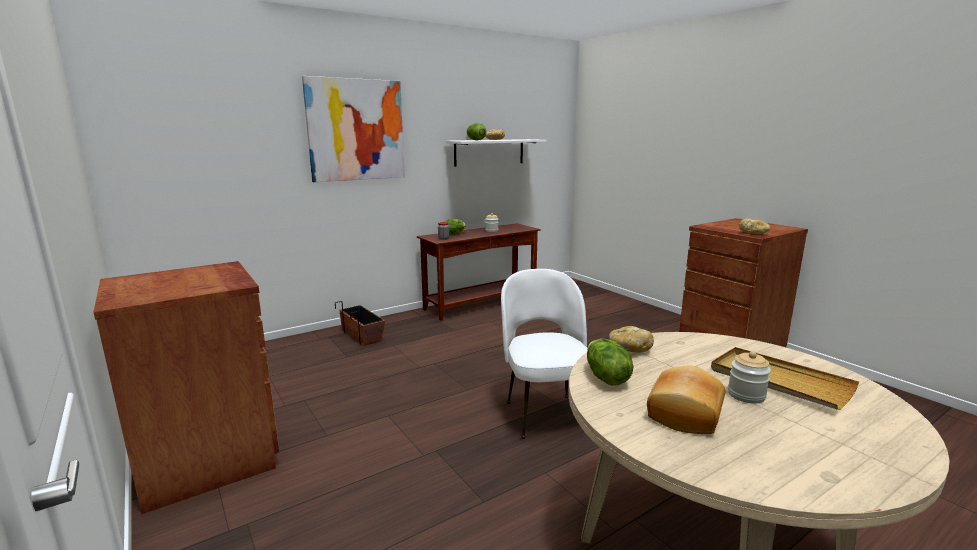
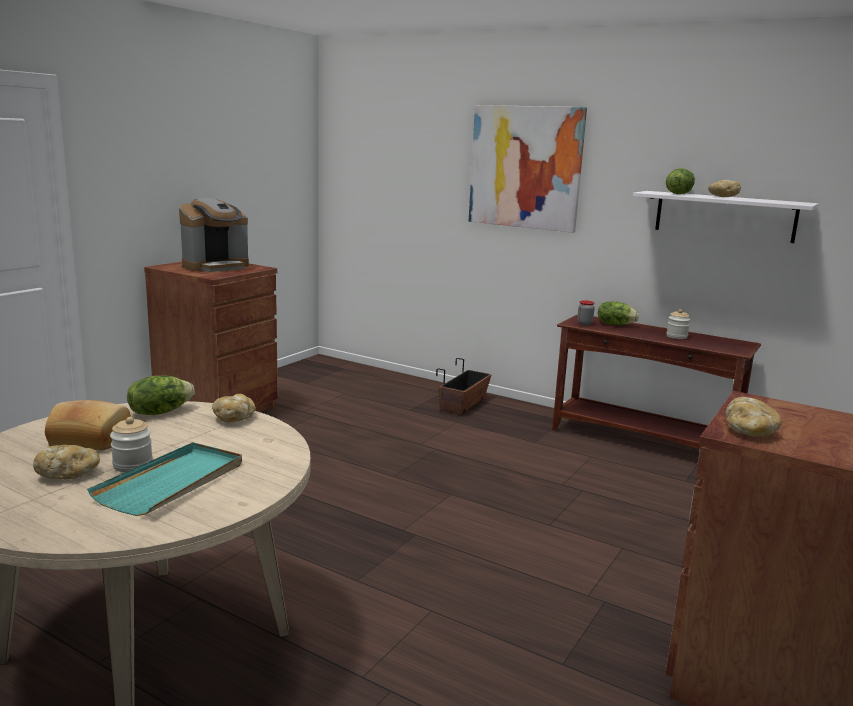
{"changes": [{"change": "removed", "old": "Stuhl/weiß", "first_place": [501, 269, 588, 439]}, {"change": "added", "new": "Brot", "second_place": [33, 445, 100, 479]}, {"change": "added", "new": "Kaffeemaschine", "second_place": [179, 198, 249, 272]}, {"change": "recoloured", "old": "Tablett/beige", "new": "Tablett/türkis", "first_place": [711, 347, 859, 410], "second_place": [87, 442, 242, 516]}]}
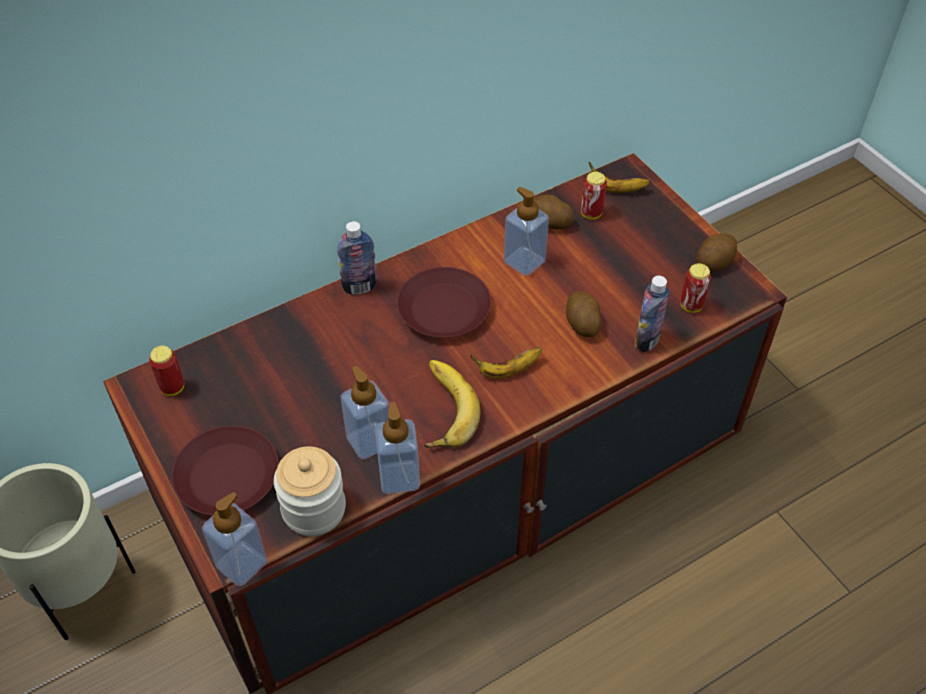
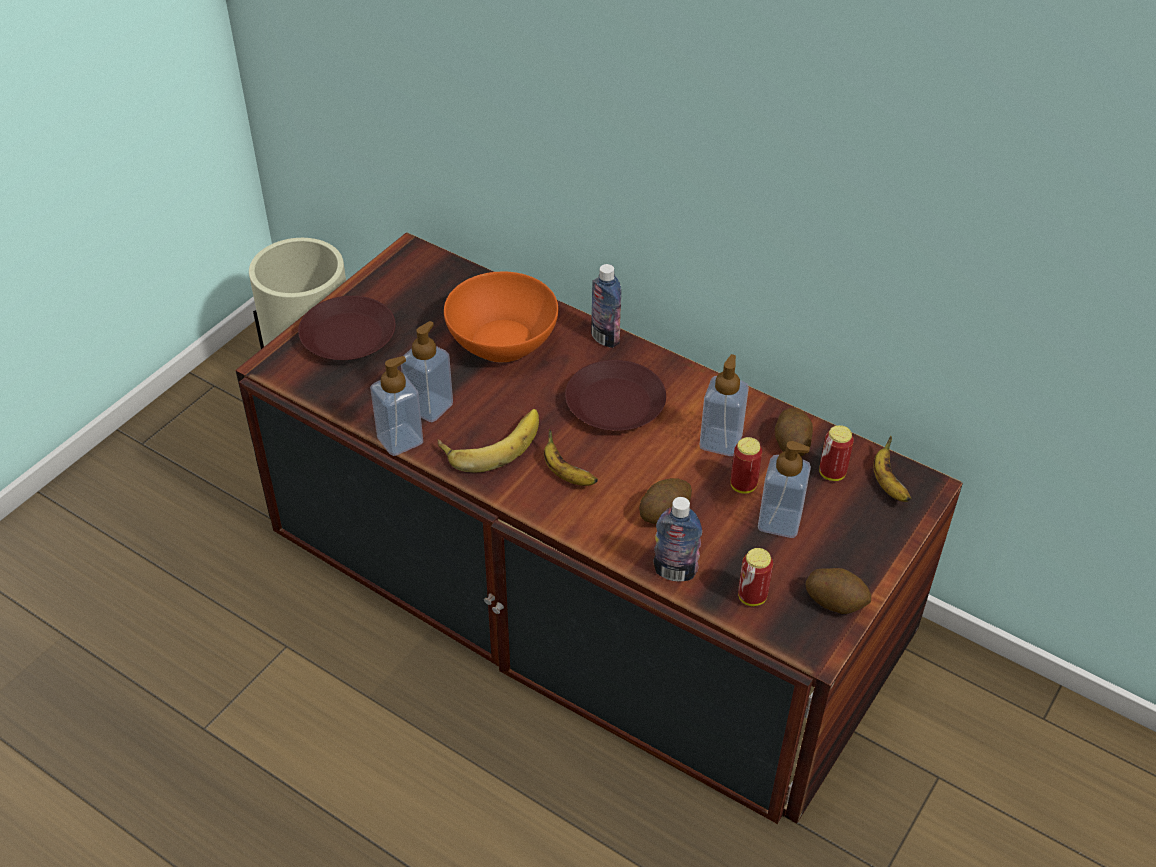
{"changes": [{"change": "removed", "old": "Vorratsglas", "first_place": [274, 446, 346, 536]}, {"change": "added", "new": "Schüssel/orange", "second_place": [444, 271, 559, 362]}, {"change": "moved", "old": "Dose", "first_place": [149, 346, 184, 396], "second_place": [731, 437, 762, 494]}, {"change": "moved", "old": "Seifenspender", "first_place": [202, 492, 268, 586], "second_place": [758, 441, 811, 538]}]}
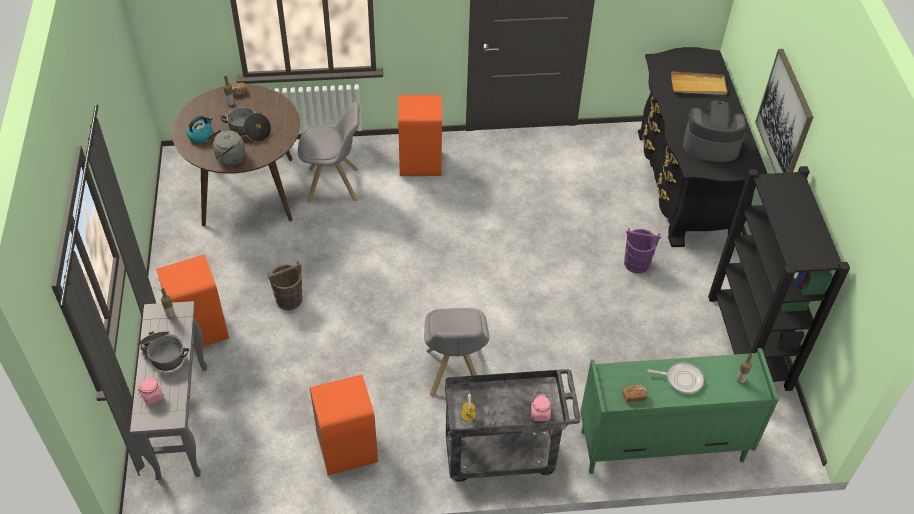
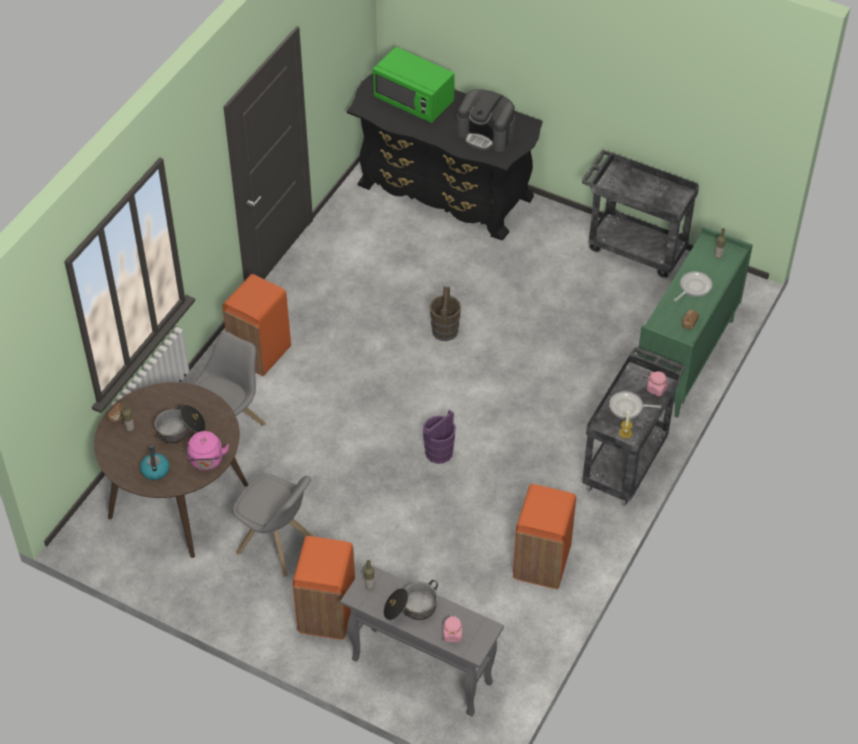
{"changes": [{"change": "removed", "old": "Bild", "first_place": [755, 49, 813, 173]}, {"change": "added", "new": "Pfanne", "second_place": [609, 391, 662, 419]}, {"change": "moved", "old": "Eimer/braun", "first_place": [267, 261, 302, 310], "second_place": [430, 286, 461, 341]}, {"change": "moved", "old": "Stuhl/grau", "first_place": [424, 308, 489, 397], "second_place": [233, 474, 315, 577]}, {"change": "moved", "old": "Eimer/lila", "first_place": [624, 228, 661, 273], "second_place": [423, 409, 456, 464]}, {"change": "replaced", "old": "Tablett/beige", "new": "Mikrowelle/grün", "first_place": [671, 72, 728, 95], "second_place": [373, 47, 455, 123]}, {"change": "replaced", "old": "Bücherregal/schwarz", "new": "Rollwagen/grau", "first_place": [708, 166, 850, 391], "second_place": [582, 150, 699, 278]}, {"change": "recoloured", "old": "Wasserkessel/grau", "new": "Wasserkessel/rosa", "first_place": [206, 130, 245, 165], "second_place": [187, 431, 229, 470]}, {"change": "turned", "old": "Kaffeemaschine", "first_place": [683, 101, 747, 162], "second_place": [457, 89, 515, 152], "degrees": -105}]}
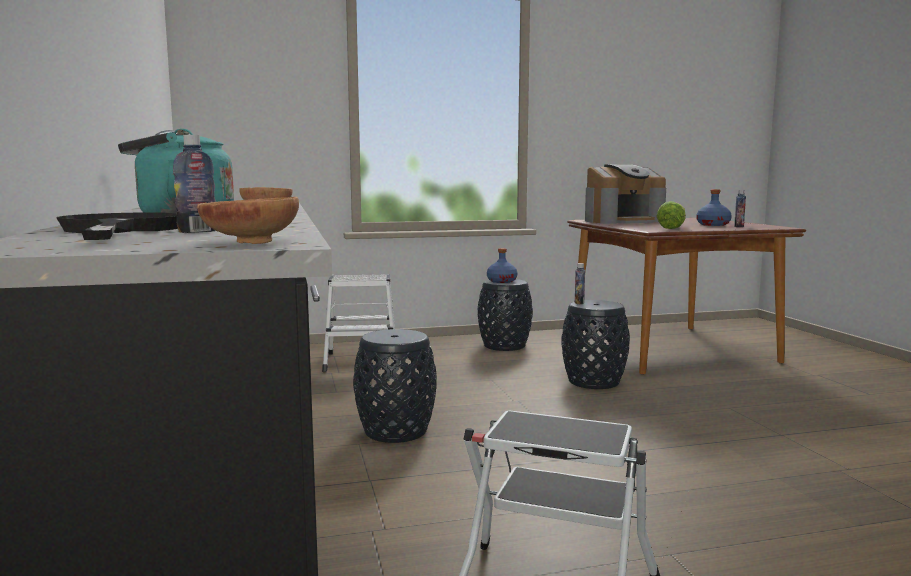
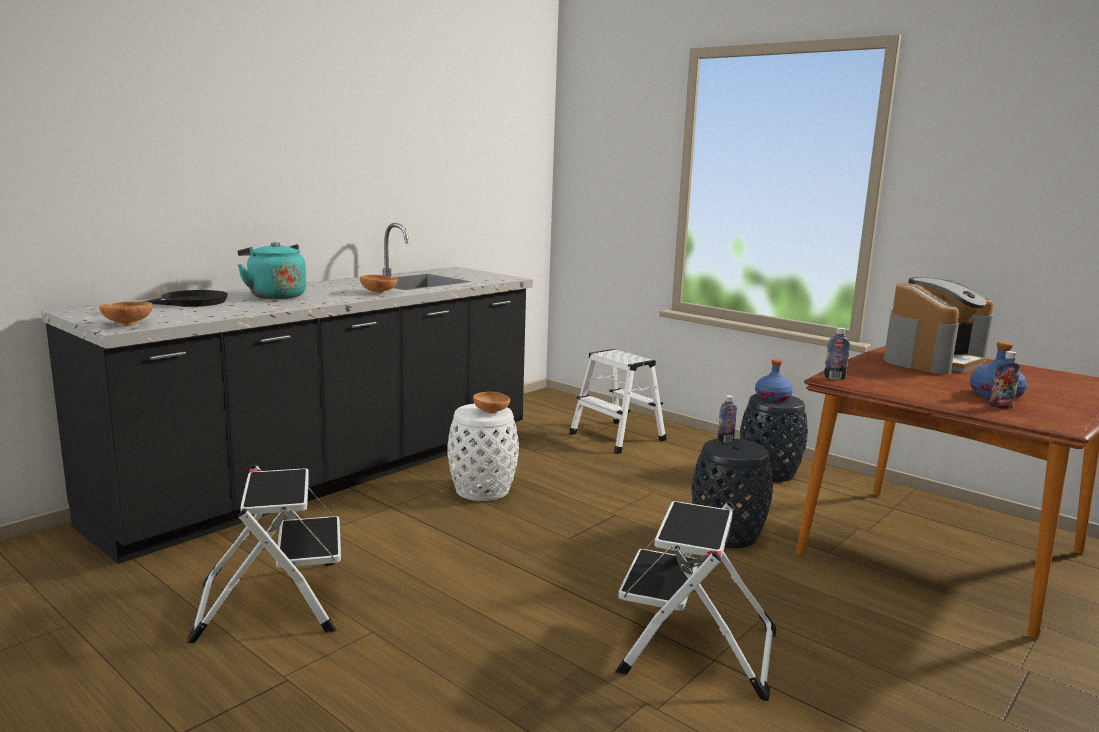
{"changes": [{"change": "removed", "old": "Salatkopf", "first_place": [657, 201, 686, 229]}, {"change": "added", "new": "Schüssel/braun", "second_place": [473, 392, 510, 413]}, {"change": "added", "new": "Trittleiter", "second_place": [615, 501, 776, 701]}, {"change": "moved", "old": "Flasche", "first_place": [173, 135, 216, 233], "second_place": [824, 327, 850, 380]}, {"change": "recoloured", "old": "Hocker/schwarz", "new": "Hocker/weiß", "first_place": [353, 329, 437, 443], "second_place": [447, 404, 519, 501]}, {"change": "turned", "old": "Kaffeemaschine", "first_place": [585, 165, 666, 224], "second_place": [884, 277, 994, 374], "degrees": -75}]}
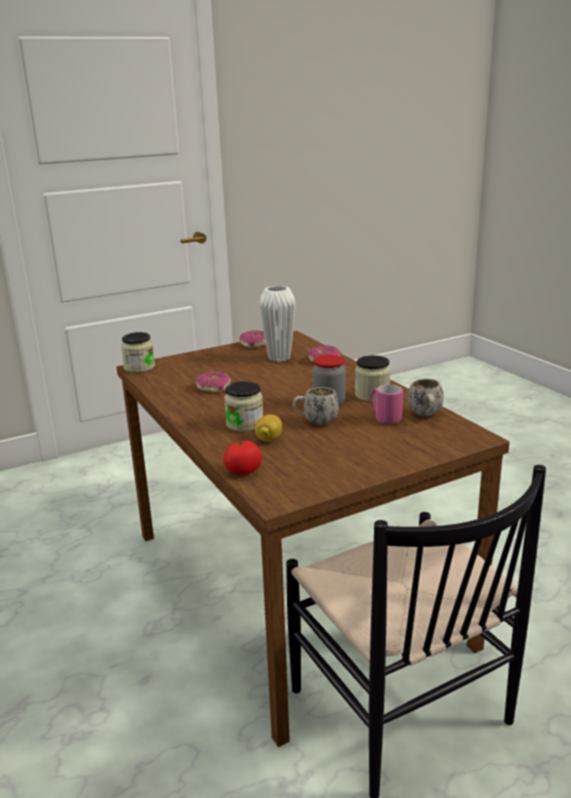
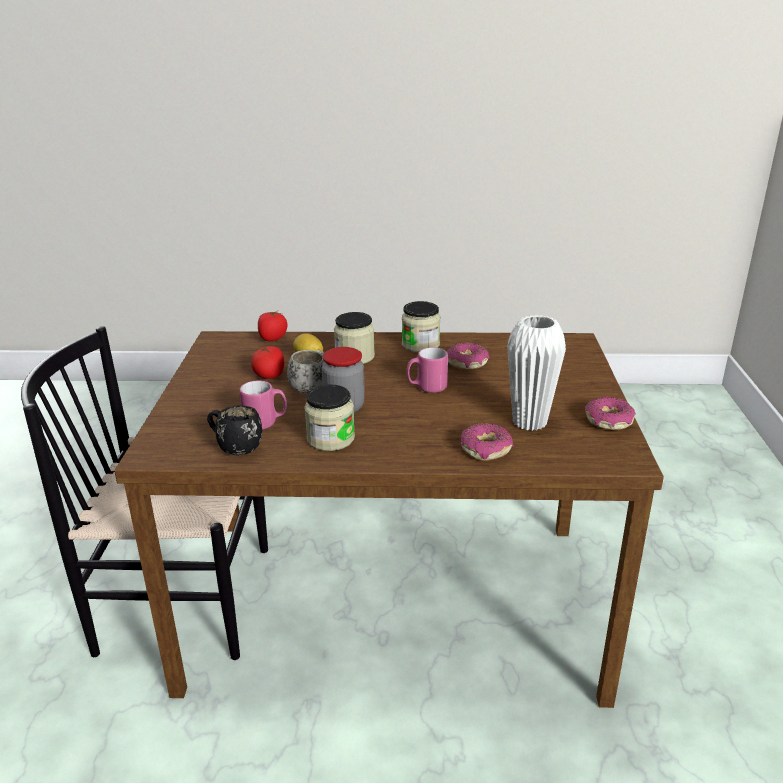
{"changes": [{"change": "added", "new": "Tomate", "second_place": [251, 346, 284, 379]}, {"change": "added", "new": "Henkelbecher/rosa", "second_place": [406, 347, 448, 393]}, {"change": "moved", "old": "Vorratsglas", "first_place": [121, 332, 155, 373], "second_place": [402, 301, 440, 353]}, {"change": "recoloured", "old": "Henkelbecher/weiß", "new": "Henkelbecher/schwarz", "first_place": [408, 379, 444, 416], "second_place": [207, 405, 262, 455]}]}
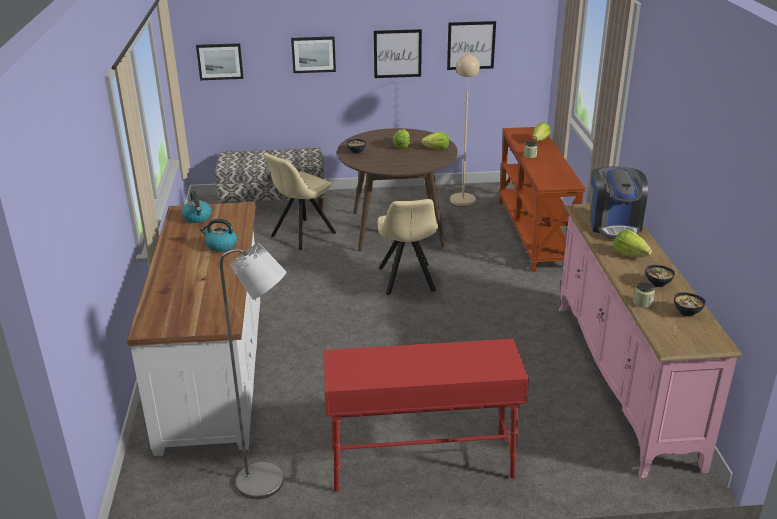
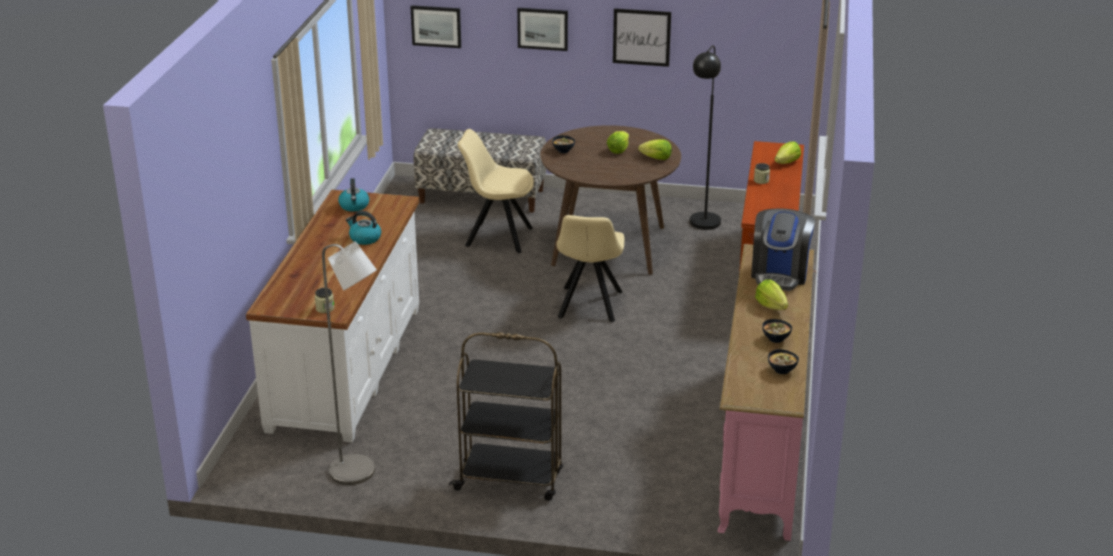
{"changes": [{"change": "removed", "old": "Bild", "first_place": [447, 21, 496, 70]}, {"change": "moved", "old": "Vorratsglas", "first_place": [633, 281, 655, 308], "second_place": [315, 288, 334, 313]}, {"change": "replaced", "old": "Konsolentisch/rot", "new": "Rollwagen/schwarz", "first_place": [323, 339, 529, 492], "second_place": [449, 332, 563, 501]}, {"change": "recoloured", "old": "Stehlampe/beige", "new": "Stehlampe/schwarz", "first_place": [450, 50, 480, 207], "second_place": [690, 45, 721, 230]}, {"change": "turned", "old": "Stuhl/beige", "first_place": [263, 153, 336, 250], "second_place": [458, 129, 534, 253], "degrees": 45}]}
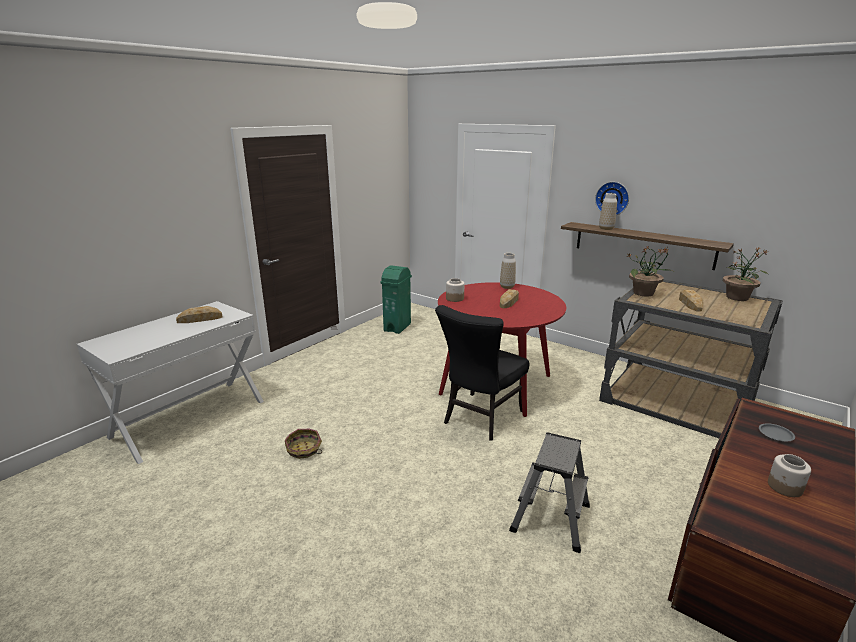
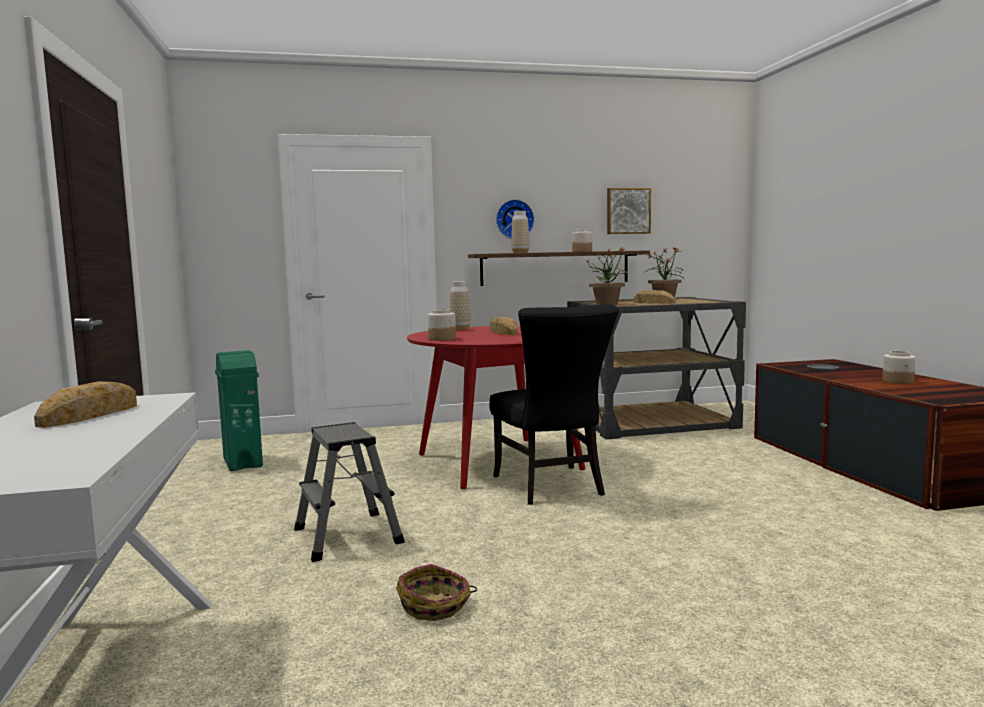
{"changes": [{"change": "added", "new": "Vorratsglas", "second_place": [572, 229, 592, 252]}, {"change": "added", "new": "Bild", "second_place": [607, 188, 651, 234]}, {"change": "moved", "old": "Trittleiter/grau", "first_place": [509, 432, 590, 553], "second_place": [294, 422, 405, 562]}]}
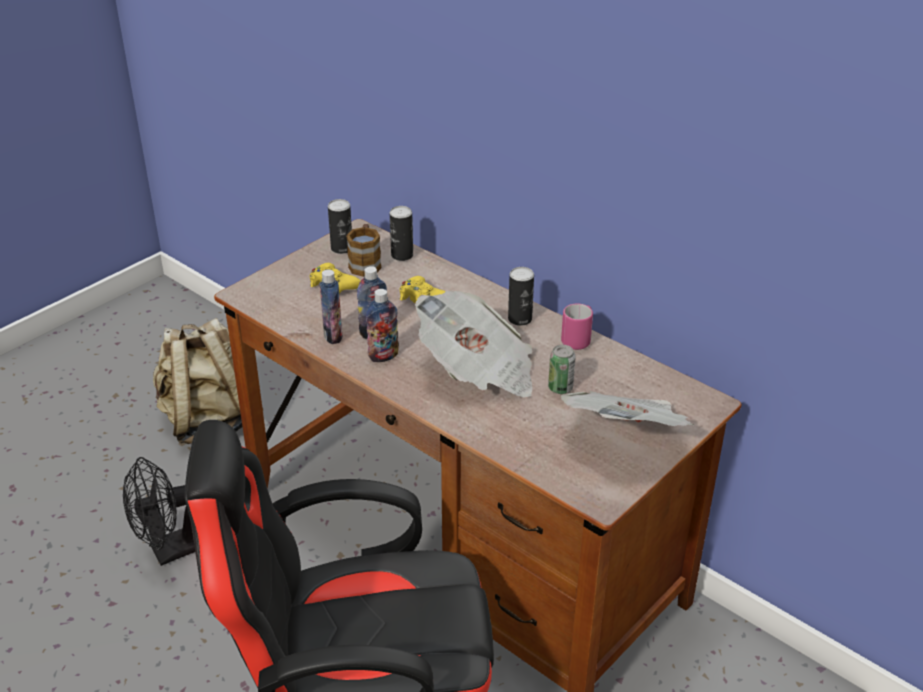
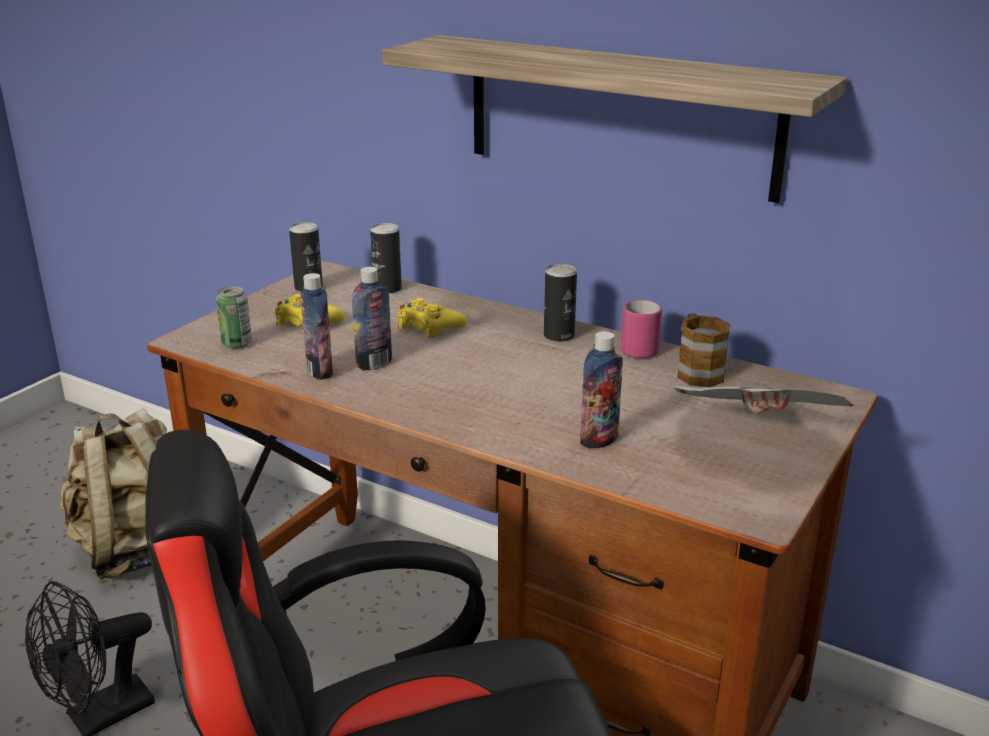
{"changes": [{"change": "removed", "old": "Zeitung", "first_place": [415, 291, 533, 398]}, {"change": "added", "new": "Wandregal", "second_place": [382, 35, 847, 203]}, {"change": "moved", "old": "Henkelbecher", "first_place": [346, 224, 382, 277], "second_place": [677, 313, 730, 387]}, {"change": "moved", "old": "Flasche", "first_place": [366, 289, 399, 362], "second_place": [580, 331, 623, 449]}, {"change": "moved", "old": "Dose", "first_place": [548, 345, 576, 394], "second_place": [216, 286, 252, 349]}]}
